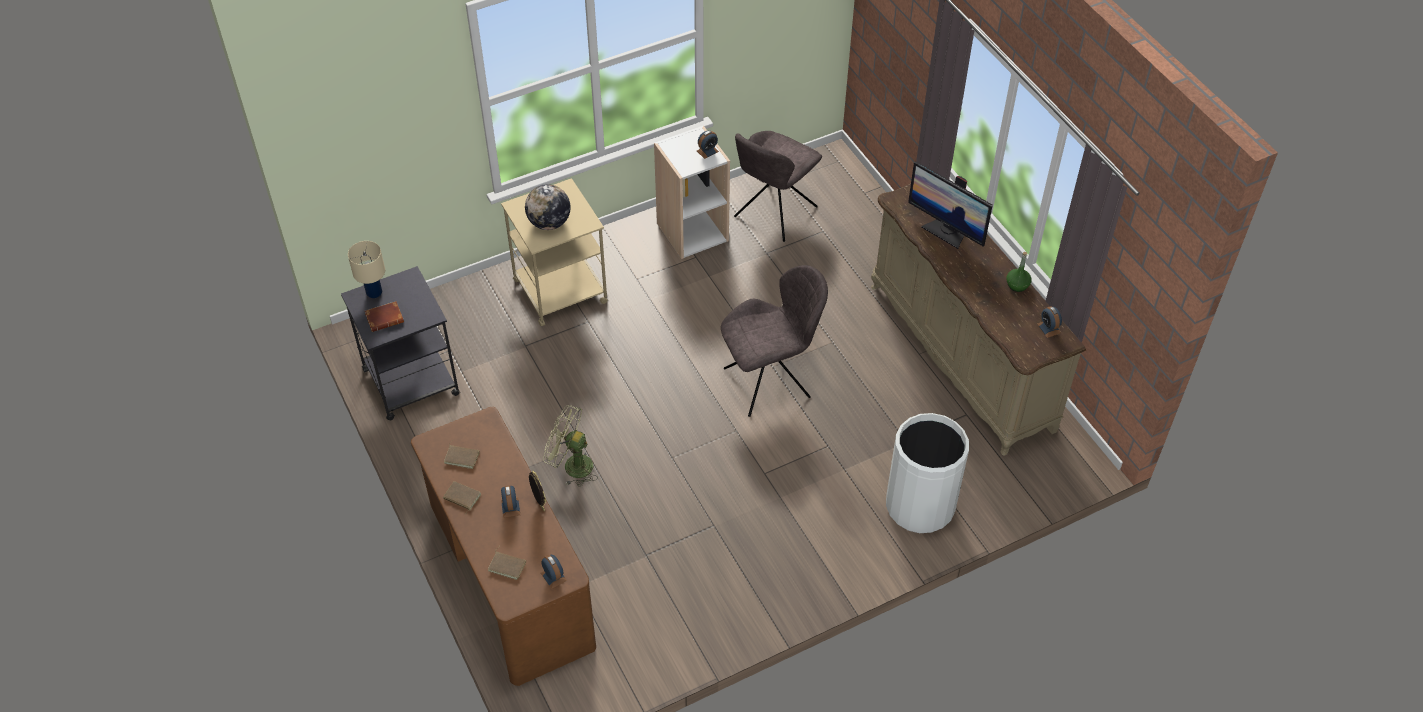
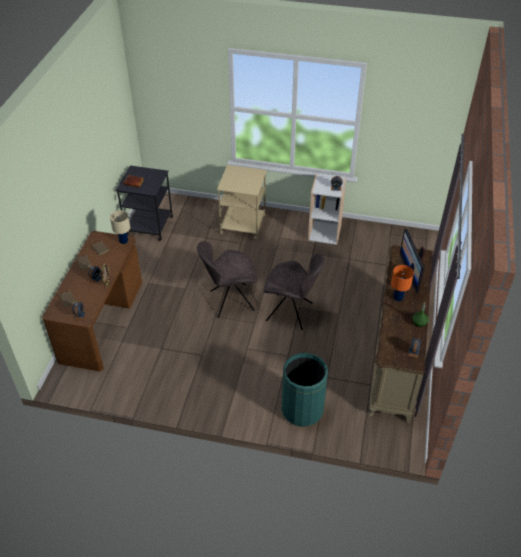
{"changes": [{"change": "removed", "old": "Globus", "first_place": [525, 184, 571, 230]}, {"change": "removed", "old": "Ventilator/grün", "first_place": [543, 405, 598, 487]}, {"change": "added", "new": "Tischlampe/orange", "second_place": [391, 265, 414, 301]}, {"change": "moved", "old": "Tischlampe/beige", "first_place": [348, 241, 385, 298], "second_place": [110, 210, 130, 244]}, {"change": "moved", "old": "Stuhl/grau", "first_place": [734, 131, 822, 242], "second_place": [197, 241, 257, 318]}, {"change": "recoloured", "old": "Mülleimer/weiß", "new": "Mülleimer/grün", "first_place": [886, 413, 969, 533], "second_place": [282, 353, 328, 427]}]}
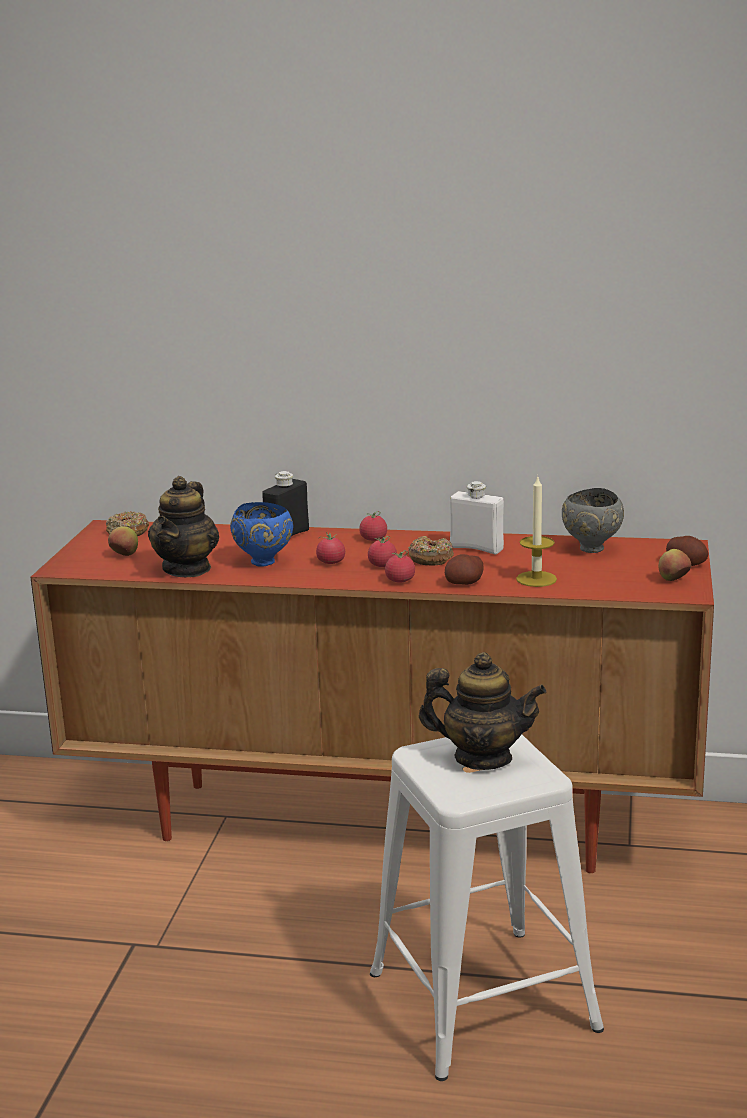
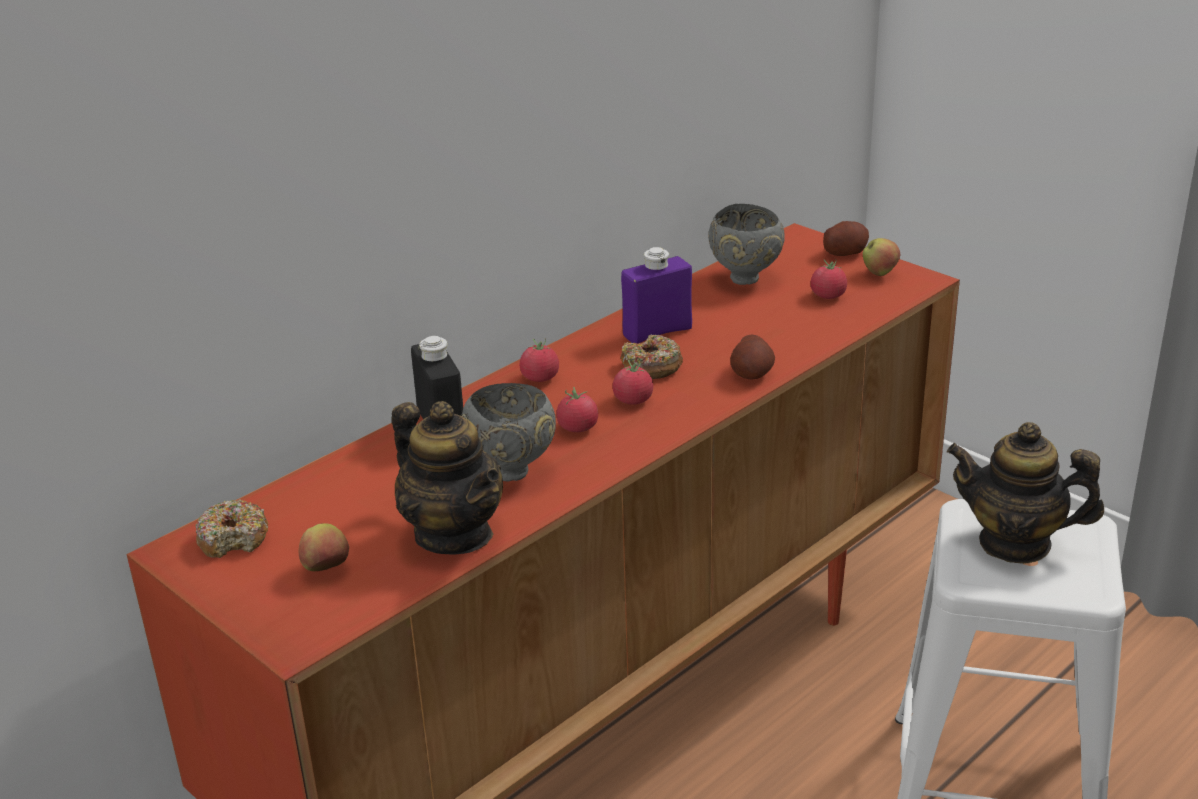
{"changes": [{"change": "removed", "old": "Kerze", "first_place": [516, 475, 557, 587]}, {"change": "moved", "old": "Tomate", "first_place": [385, 550, 415, 583], "second_place": [811, 259, 847, 299]}, {"change": "recoloured", "old": "Schüssel/blau", "new": "Schüssel/grau", "first_place": [230, 502, 293, 567], "second_place": [461, 383, 556, 482]}, {"change": "recoloured", "old": "Flasche/weiß", "new": "Flasche/lila", "first_place": [450, 481, 504, 554], "second_place": [621, 247, 692, 343]}, {"change": "turned", "old": "Teekanne", "first_place": [419, 652, 547, 770], "second_place": [947, 422, 1104, 564], "degrees": -120}]}
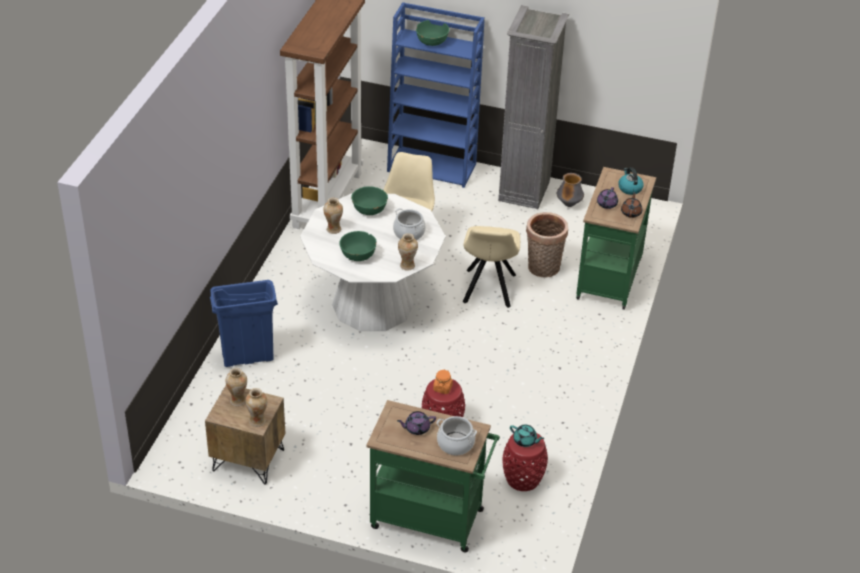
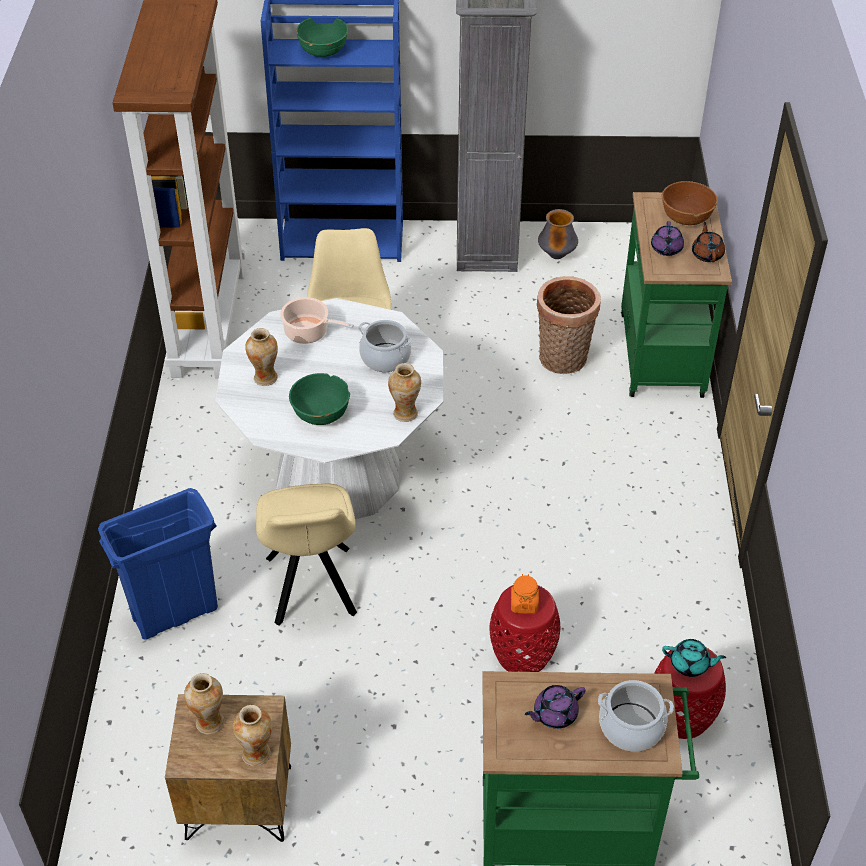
{"changes": [{"change": "moved", "old": "Stuhl/beige", "first_place": [463, 226, 520, 308], "second_place": [256, 484, 357, 626]}, {"change": "replaced", "old": "Schüssel/grün", "new": "Kochtopf", "first_place": [351, 186, 388, 215], "second_place": [280, 297, 354, 344]}, {"change": "replaced", "old": "Wasserkessel", "new": "Schüssel/braun", "first_place": [618, 167, 644, 195], "second_place": [661, 181, 718, 225]}]}
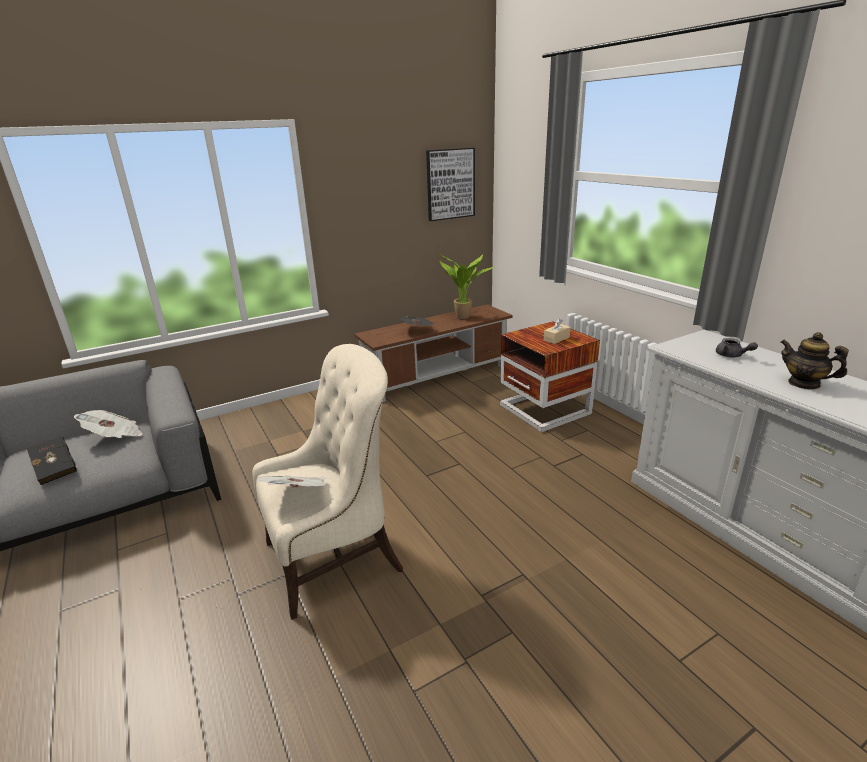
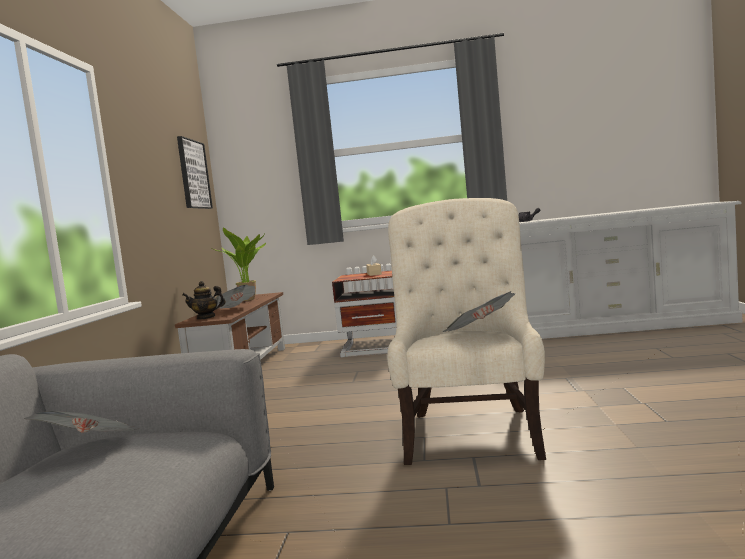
{"changes": [{"change": "removed", "old": "Buch/schwarz", "first_place": [26, 436, 77, 485]}, {"change": "moved", "old": "Teekanne", "first_place": [781, 332, 849, 389], "second_place": [182, 281, 226, 320]}]}
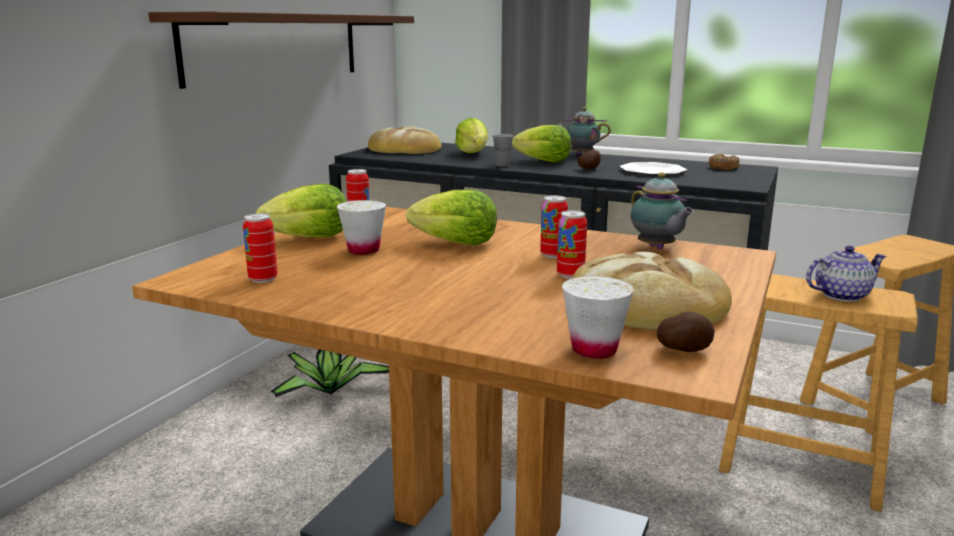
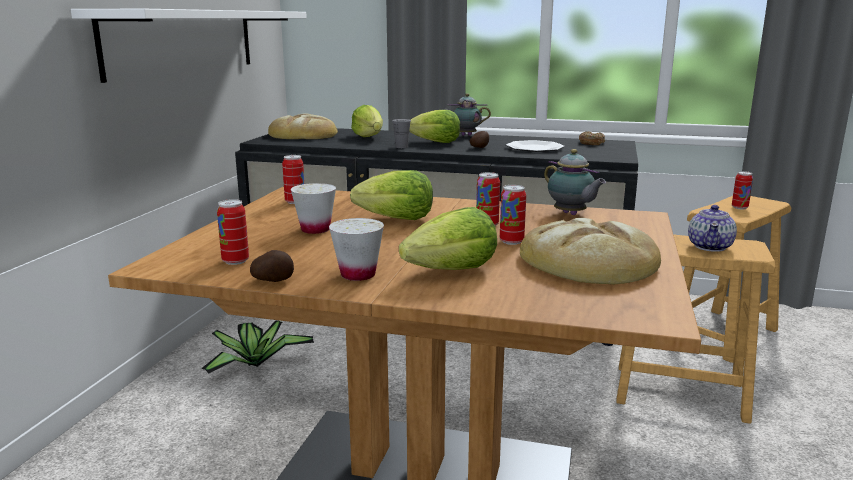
{"changes": [{"change": "added", "new": "Dose", "second_place": [732, 171, 753, 209]}, {"change": "moved", "old": "Salatkopf", "first_place": [256, 184, 346, 237], "second_place": [399, 207, 497, 270]}, {"change": "moved", "old": "Tasse/weiß", "first_place": [562, 276, 634, 359], "second_place": [329, 218, 384, 281]}, {"change": "moved", "old": "Kartoffel", "first_place": [657, 311, 715, 352], "second_place": [250, 250, 294, 282]}, {"change": "recoloured", "old": "Wandregal/braun", "new": "Wandregal/weiß", "first_place": [149, 11, 414, 89], "second_place": [71, 9, 307, 83]}, {"change": "turned", "old": "Teekanne", "first_place": [806, 246, 886, 302], "second_place": [688, 205, 737, 252], "degrees": 135}]}
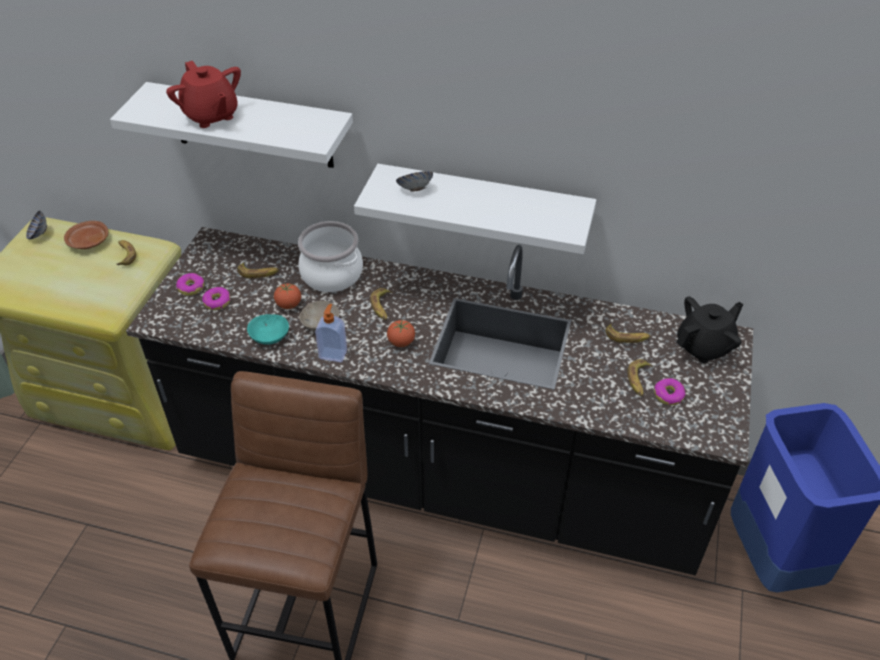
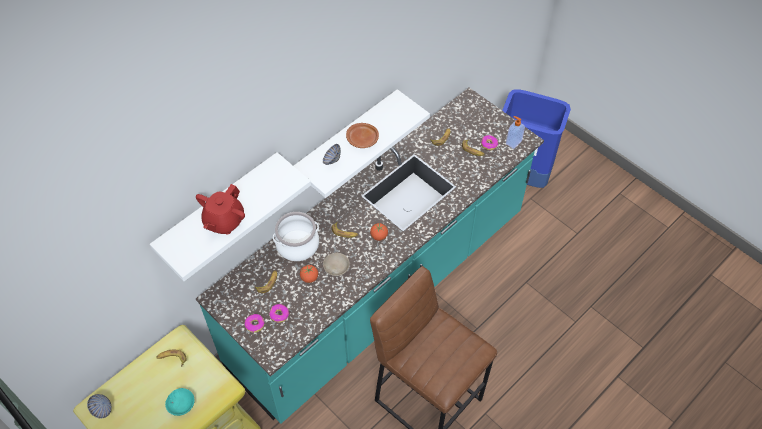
{"changes": [{"change": "removed", "old": "Teekanne/schwarz", "first_place": [676, 296, 743, 363]}, {"change": "moved", "old": "Teller/braun", "first_place": [64, 221, 108, 249], "second_place": [346, 123, 379, 148]}, {"change": "moved", "old": "Schüssel/türkis", "first_place": [247, 314, 289, 345], "second_place": [165, 388, 195, 416]}, {"change": "moved", "old": "Seifenspender", "first_place": [315, 304, 347, 362], "second_place": [506, 116, 525, 149]}, {"change": "recoloured", "old": "Küchenzeile/schwarz", "new": "Küchenzeile/türkis", "first_place": [126, 227, 753, 575], "second_place": [196, 87, 544, 424]}, {"change": "turned", "old": "Teekanne/rot", "first_place": [166, 61, 241, 128], "second_place": [196, 184, 245, 235], "degrees": 120}]}
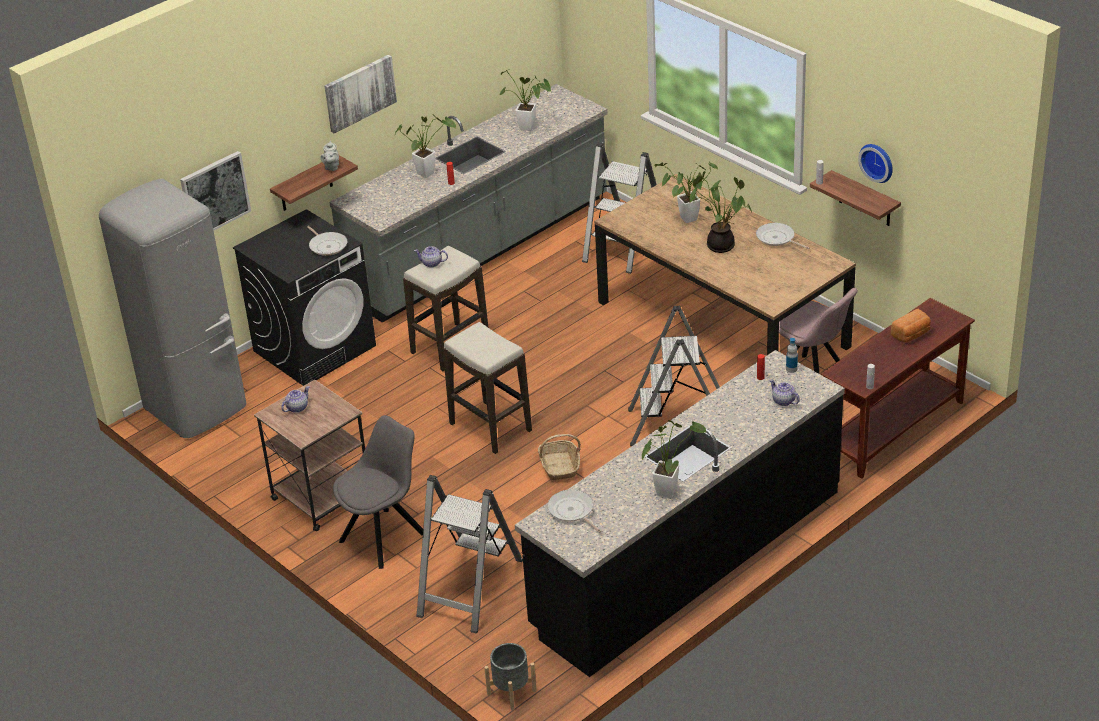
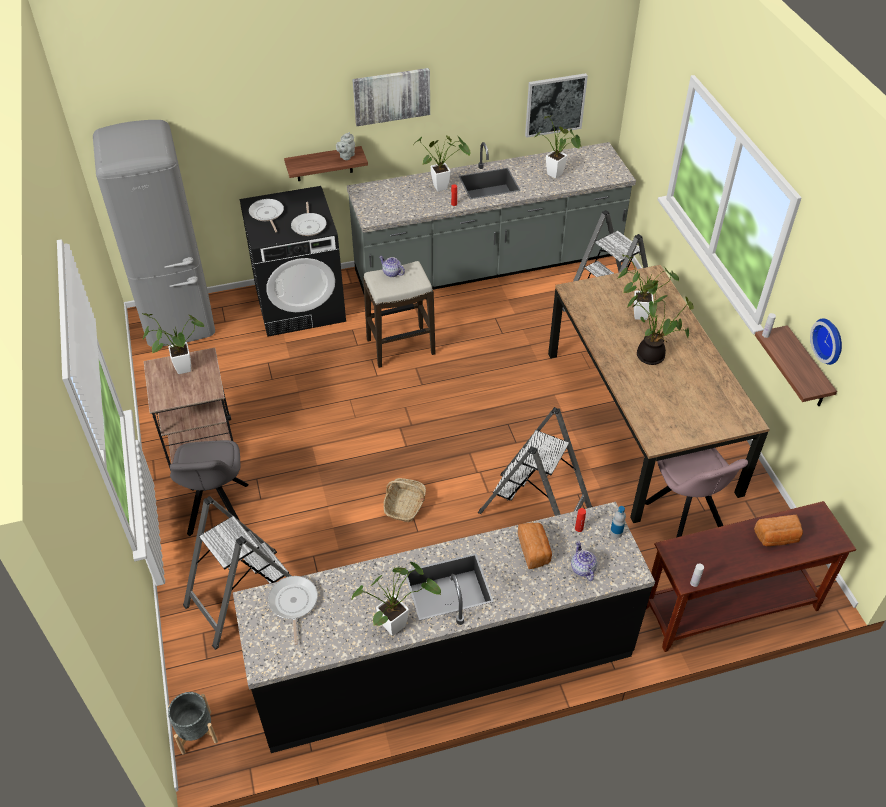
{"changes": [{"change": "removed", "old": "Hocker", "first_place": [443, 322, 532, 454]}, {"change": "added", "new": "Brot", "second_place": [518, 522, 552, 569]}, {"change": "moved", "old": "Bild", "first_place": [180, 151, 251, 230], "second_place": [525, 73, 588, 138]}, {"change": "moved", "old": "Pfanne", "first_place": [756, 223, 809, 249], "second_place": [249, 199, 284, 232]}, {"change": "replaced", "old": "Teekanne", "new": "Topfpflanze", "first_place": [281, 386, 310, 413], "second_place": [142, 313, 204, 374]}, {"change": "turned", "old": "Stuhl/grau", "first_place": [333, 415, 423, 569], "second_place": [170, 440, 249, 536], "degrees": 105}]}
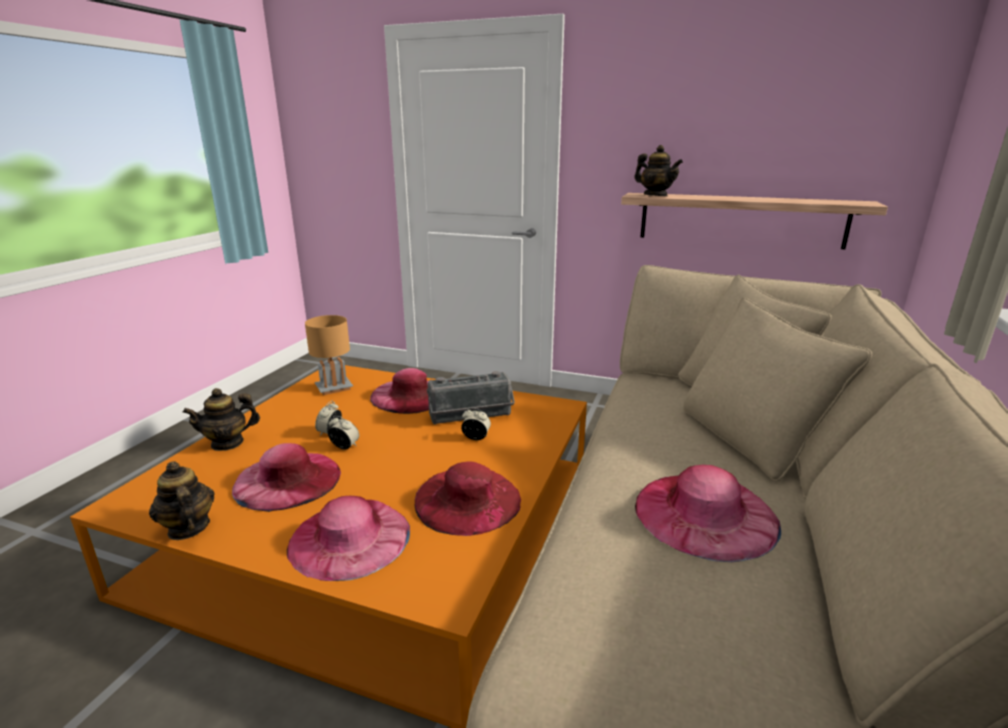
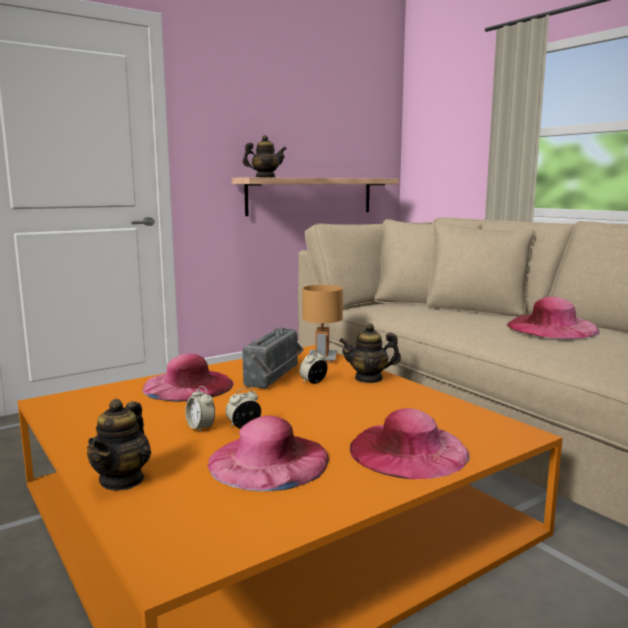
{"changes": [{"change": "removed", "old": "Hut/rot", "first_place": [415, 461, 521, 536]}, {"change": "moved", "old": "Teekanne", "first_place": [149, 461, 215, 540], "second_place": [339, 323, 401, 383]}, {"change": "moved", "old": "Tischlampe/braun", "first_place": [305, 315, 353, 395], "second_place": [302, 285, 343, 363]}]}
